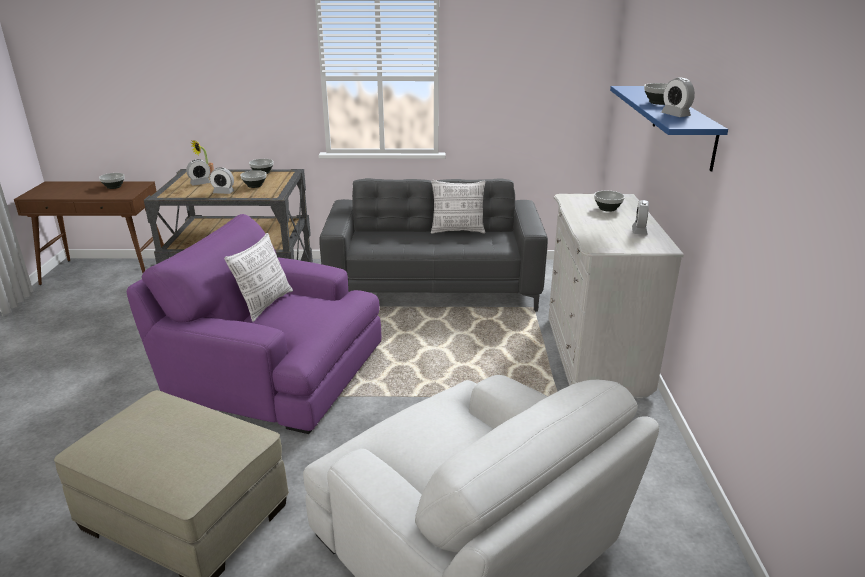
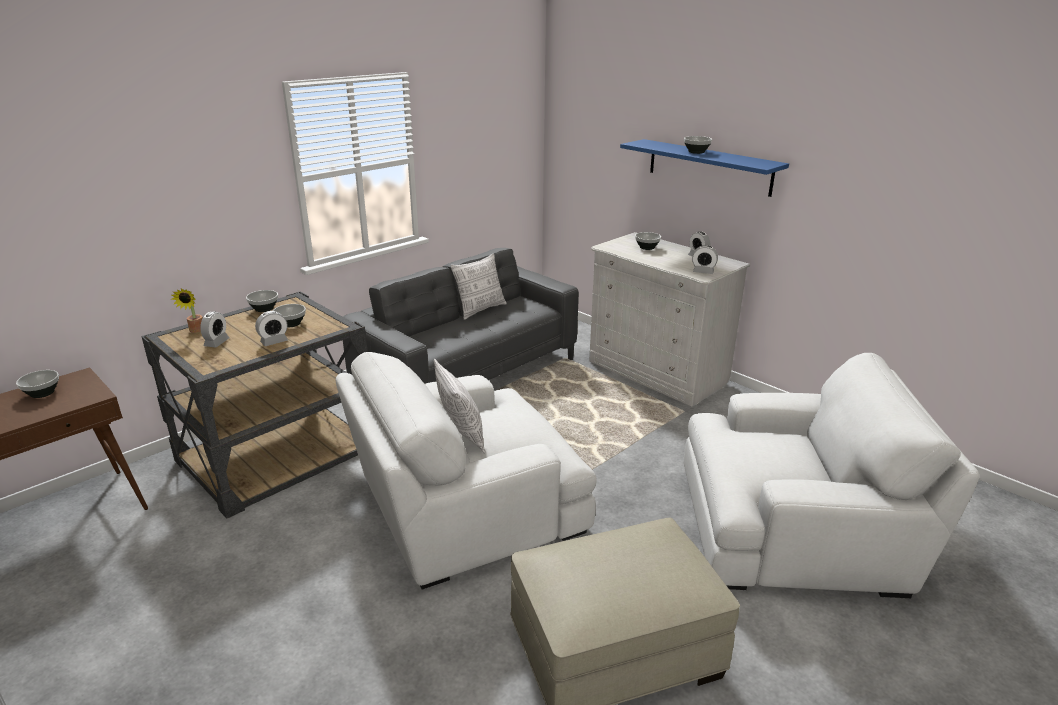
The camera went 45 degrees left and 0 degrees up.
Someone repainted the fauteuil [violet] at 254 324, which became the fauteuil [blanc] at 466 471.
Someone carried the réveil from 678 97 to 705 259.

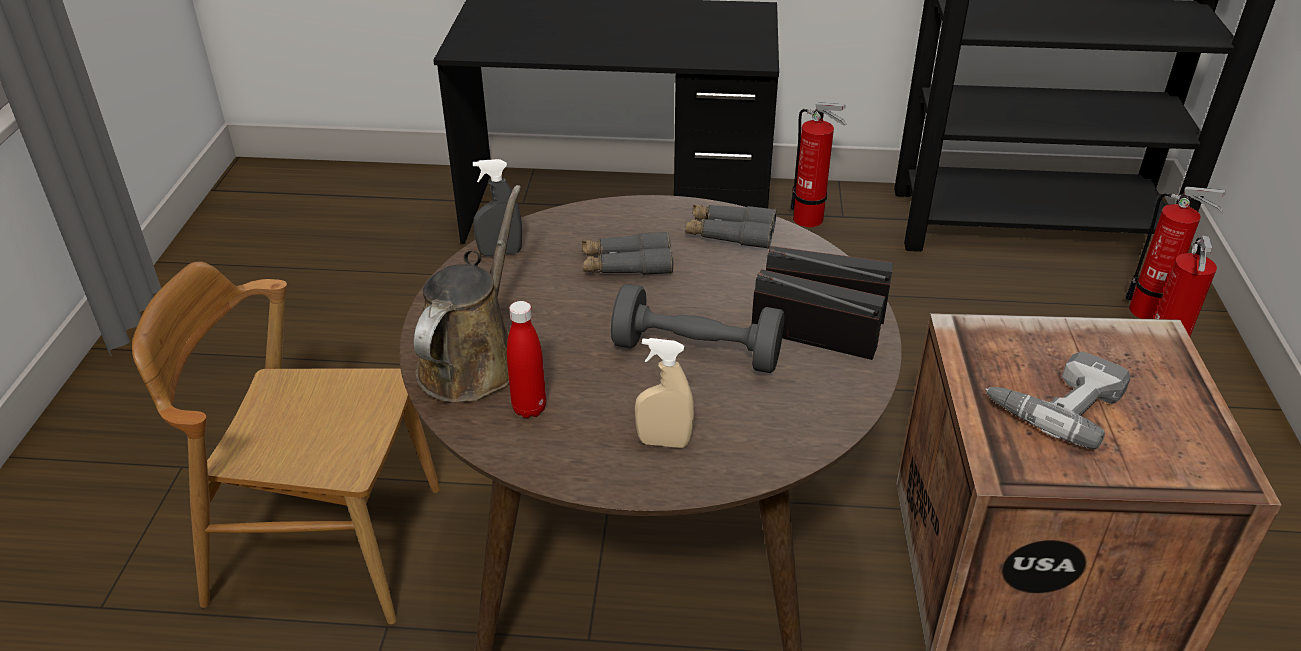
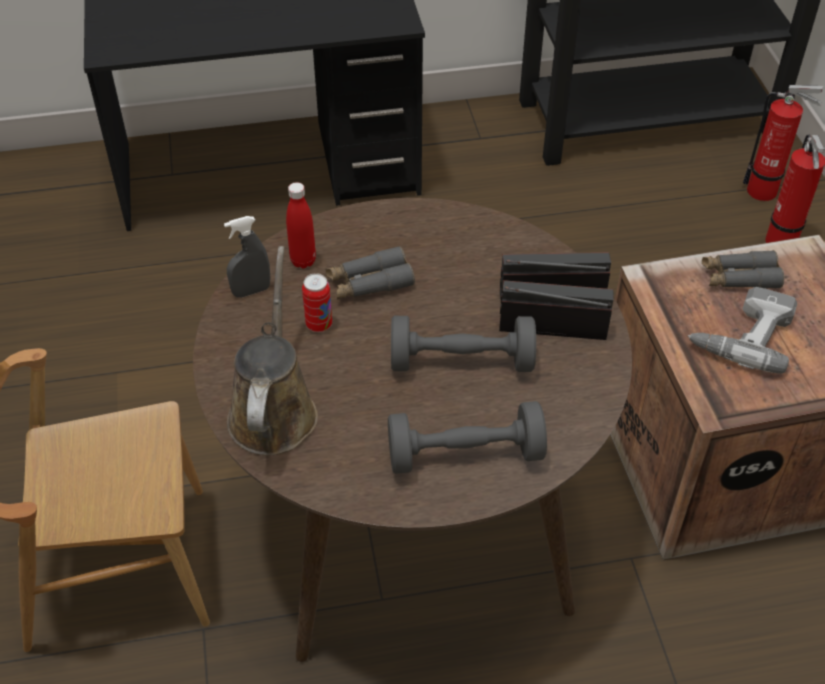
The camera went 15 degrees left and 10 degrees up.
Someone carried the bouteille [rouge] from 526 359 to 301 225.
Someone swapped the vaporisateur [beige] at 664 393 for the haltère [gris] at 467 437.
Someone carried the jumelles [gris] from 731 227 to 743 269.
Someone took away the extincteur at 818 164.
Someone put down the boîte métallique at 317 302.

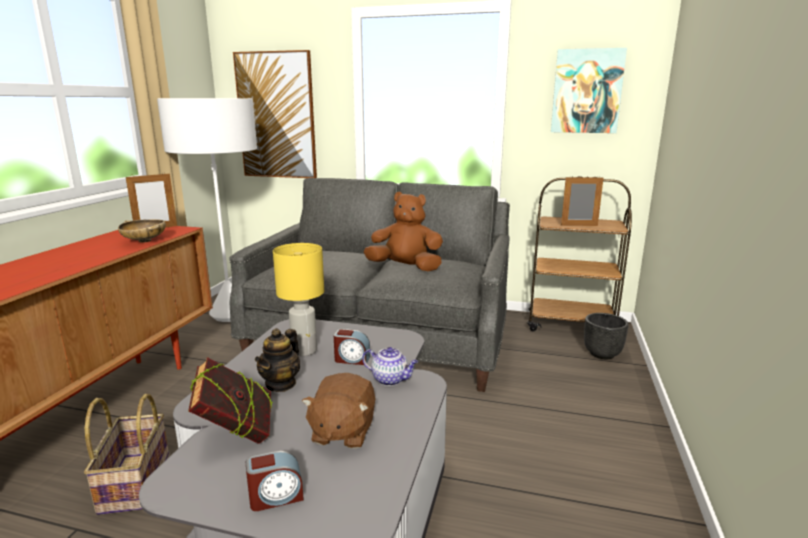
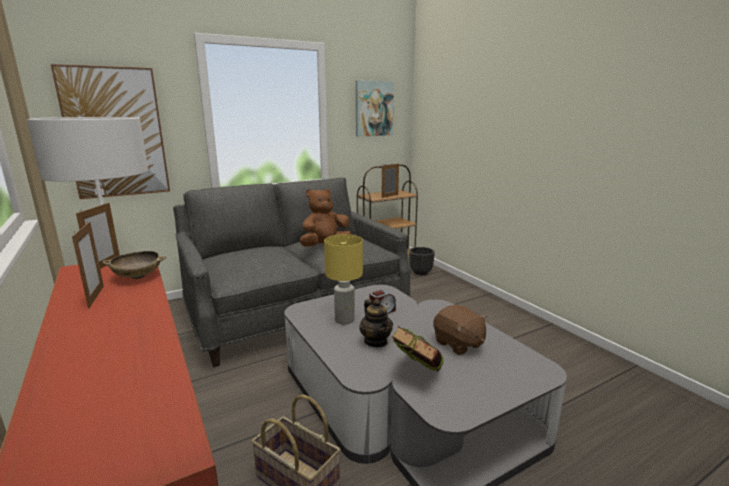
The camera went 45 degrees left and 0 degrees up.
Someone took away the réveil at 275 481.
Someone took away the théière at 390 366.
Someone put down the cadre photo at 88 265.

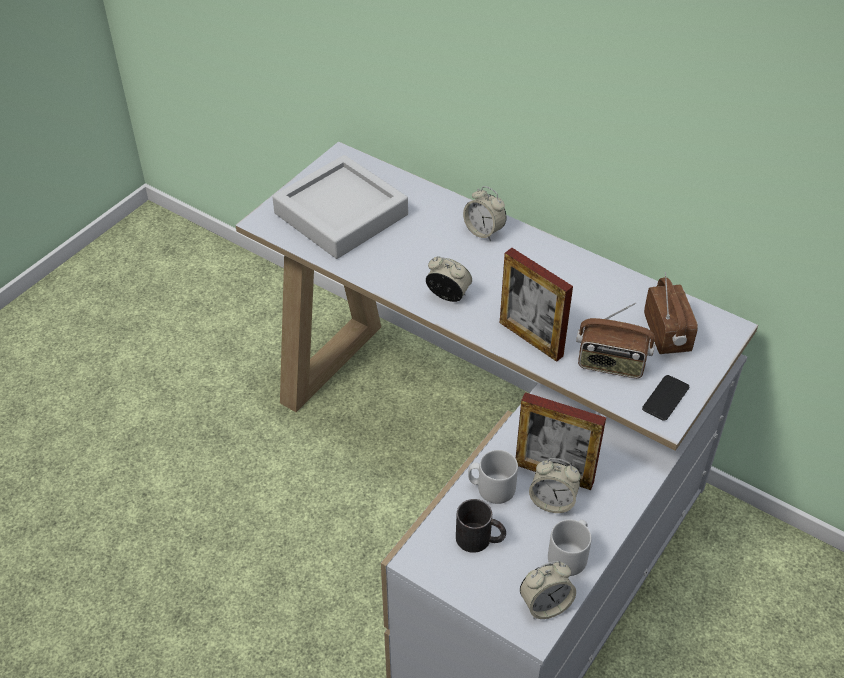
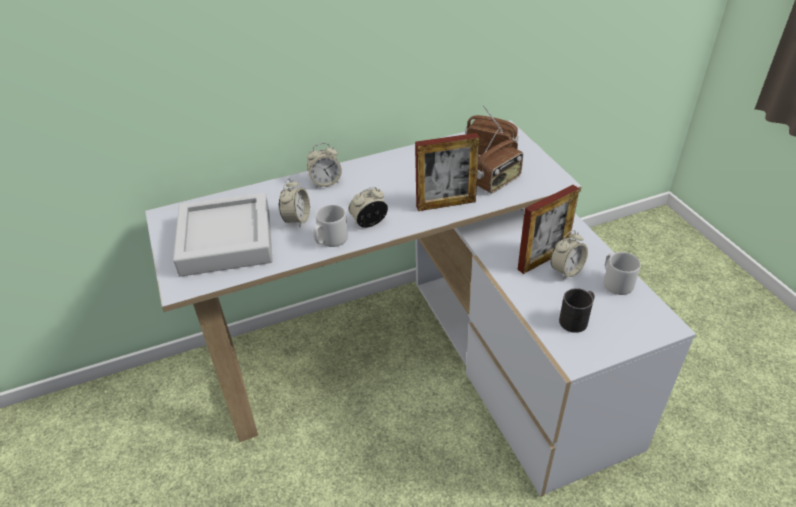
The camera went 55 degrees left and 5 degrees down.
Someone carried the mug [gris] from 493 477 to 330 226.
Someone carried the réveil from 548 590 to 294 203.
Someone took away the téléphone at 665 398.

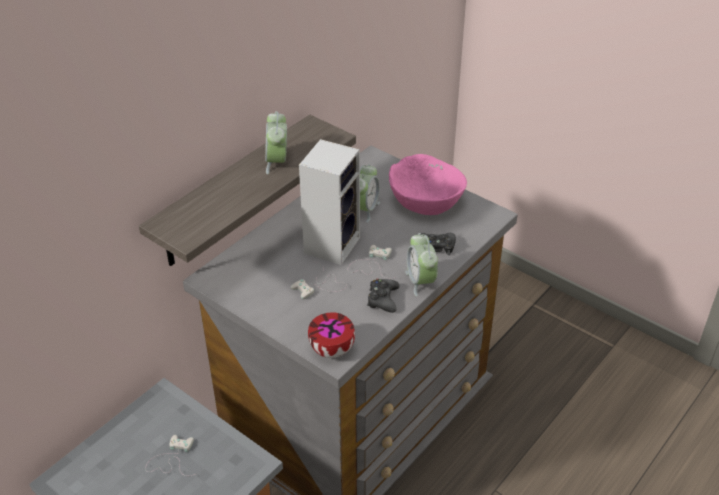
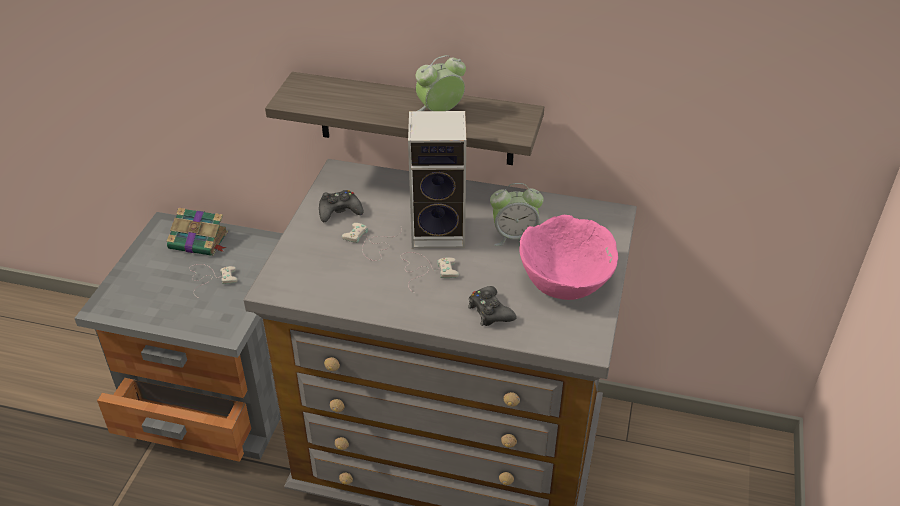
The camera went 65 degrees right and 0 degrees up.
Someone took away the bol at 331 335.
Someone carried the manette [noir] from 383 296 to 341 206.
Someone took away the réveil at 421 265.
Someone put down the livre at 197 231.

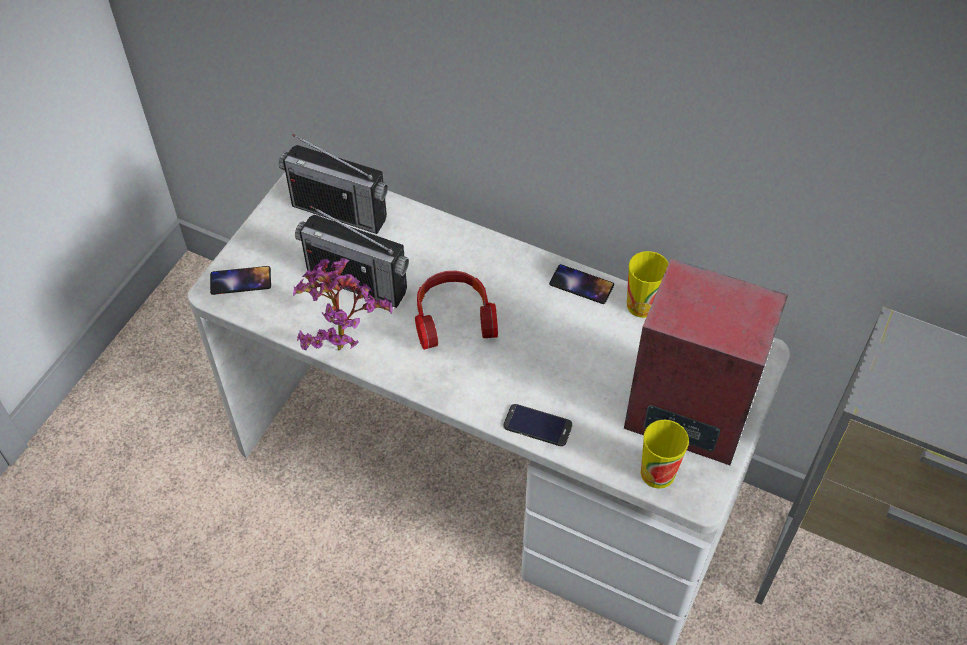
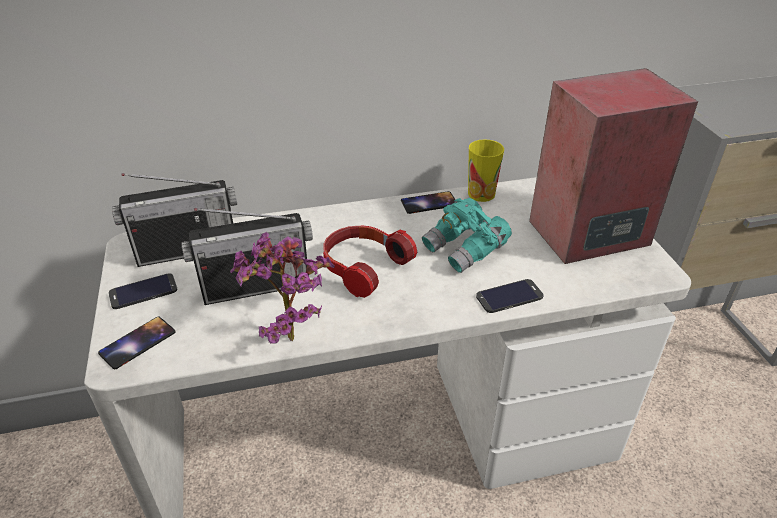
The camera went 40 degrees left and 15 degrees down.
Someone took away the tasse at 665 454.
Someone put down the téléphone at 143 291.
Someone put down the jumelles [turquoise] at 467 235.

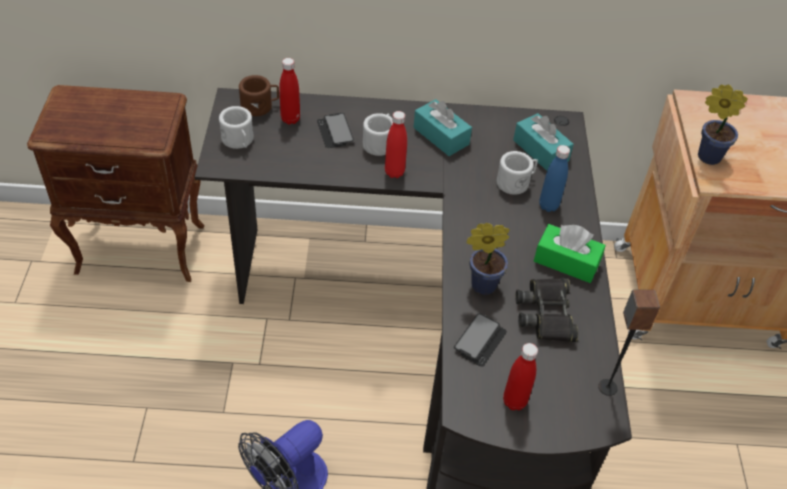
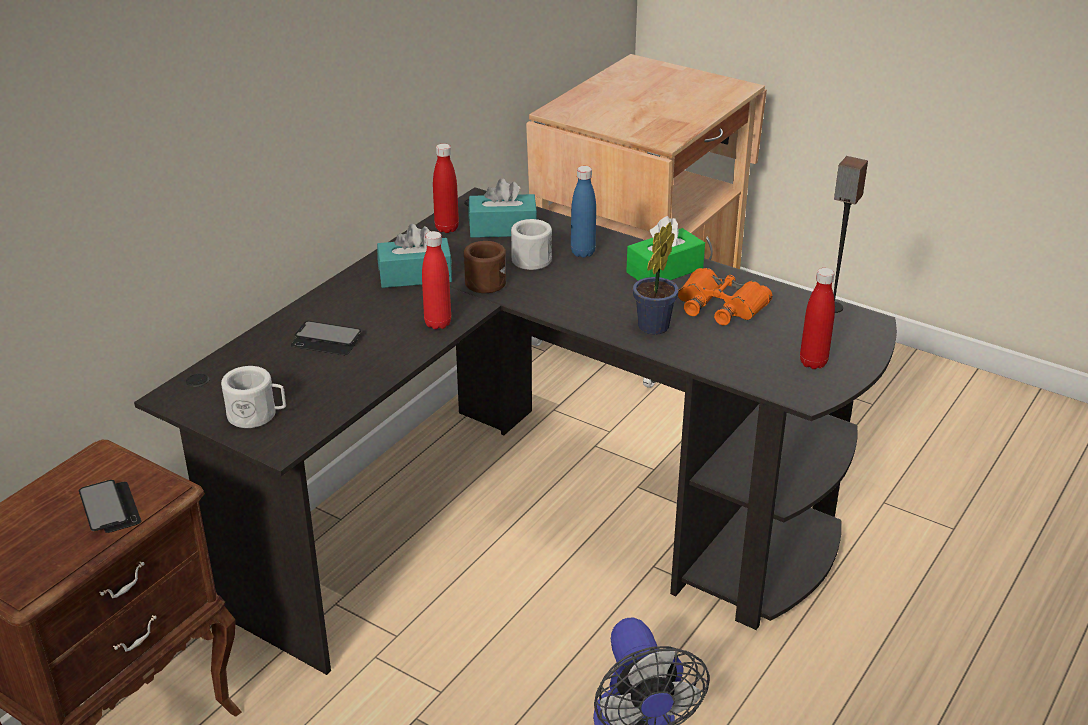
The camera went 55 degrees left and 15 degrees down.
Someone carried the mug [marron] from 259 95 to 485 267.
Someone carried the bouteille [rouge] from 289 91 to 446 188.
Someone took away the mug [blanc] at 378 134.
Someone carried the téléphone from 480 340 to 110 506.
Someone repainted the jumelles [noir] at 546 309, which became the jumelles [orange] at 725 296.
Someone took away the plante en pot at 723 124.

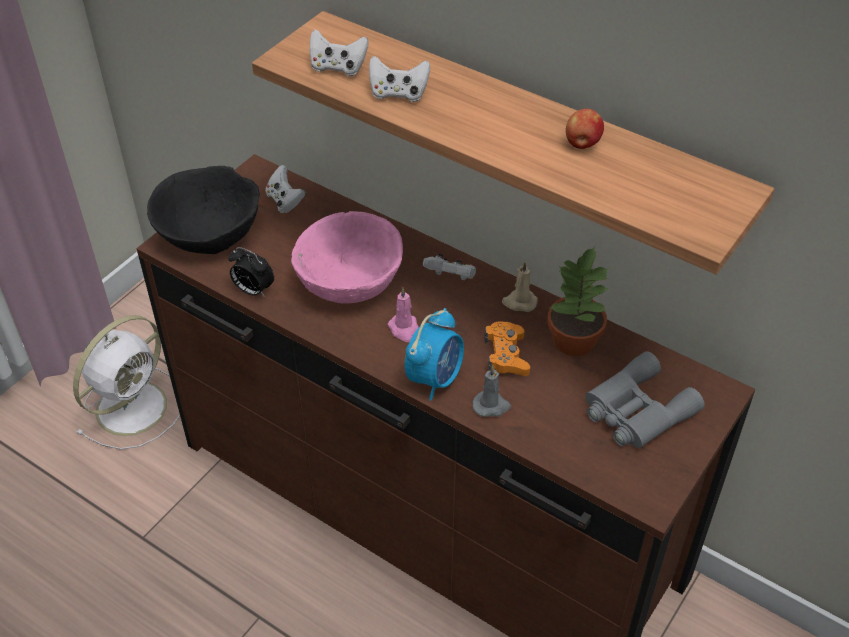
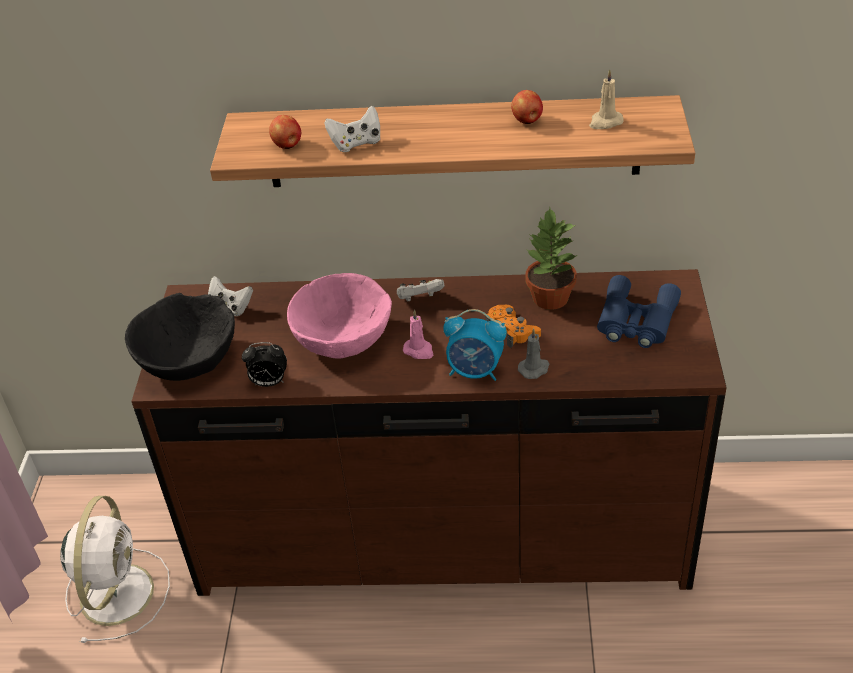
The camera went 30 degrees left and 5 degrees down.
Someone swapped the manette [blanc] at 339 52 for the pomme at 285 132.
Someone rotated the réveil at 434 354 by 105 degrees clockwise.
Someone carried the bougie [beige] from 520 286 to 606 99.
Someone repainted the jumelles [gris] at 645 399, which became the jumelles [bleu] at 639 311.

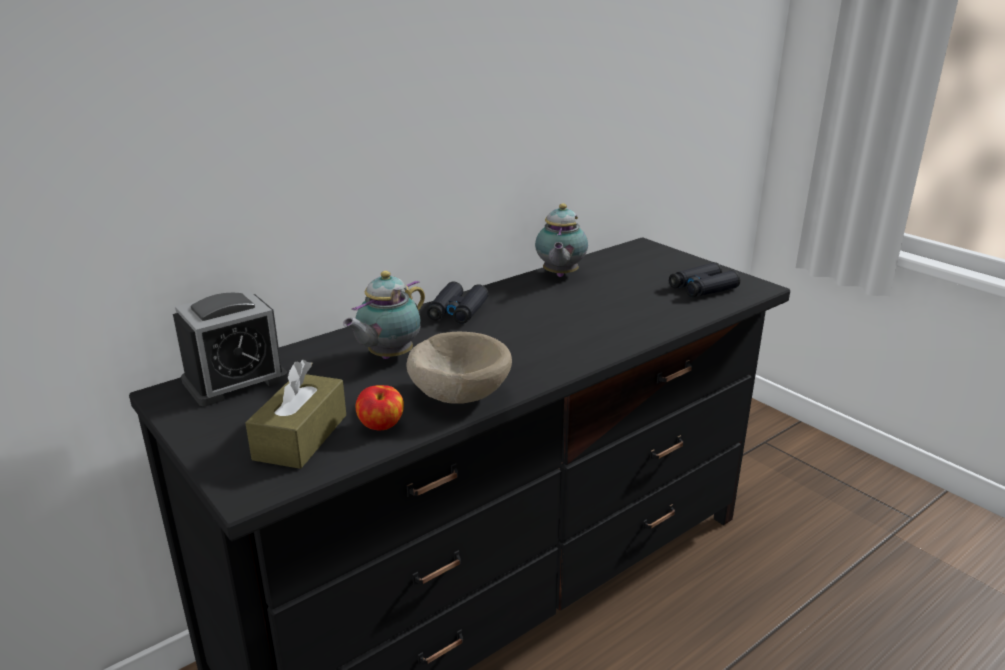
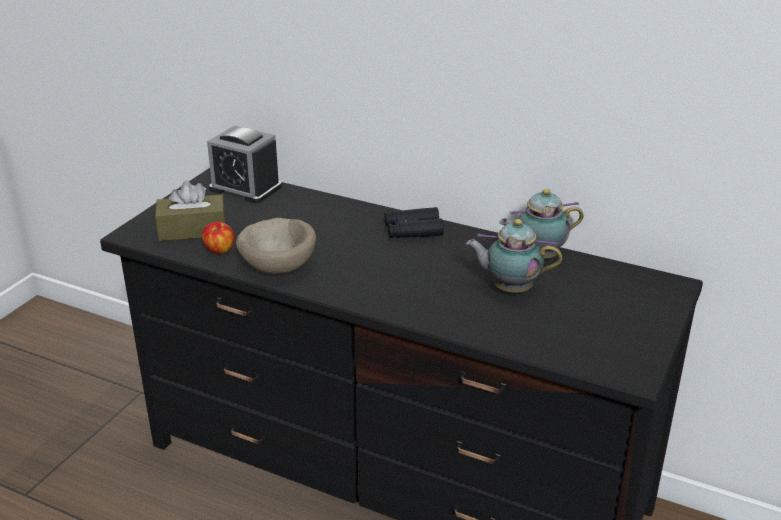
The camera went 65 degrees right and 5 degrees up.
Someone carried the théière from 384 315 to 514 256.
Someone took away the jumelles [noir] at 704 279.

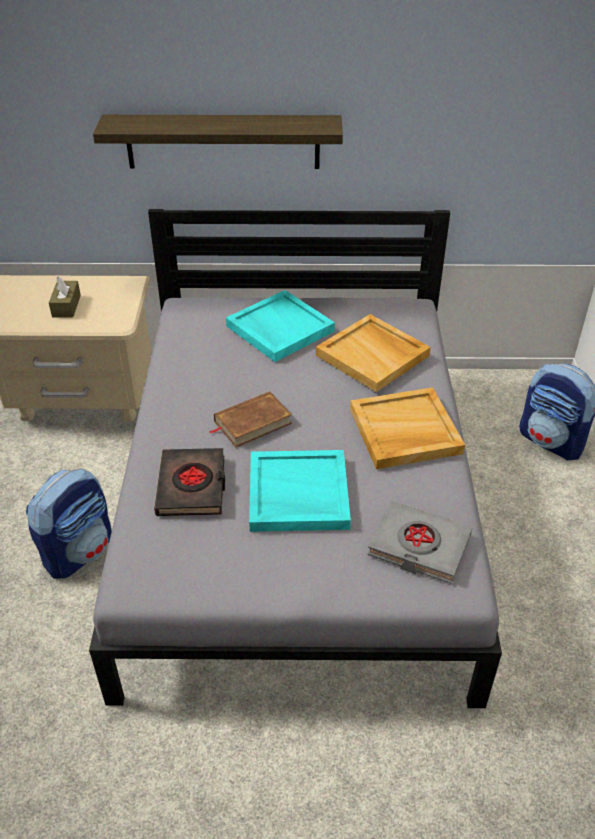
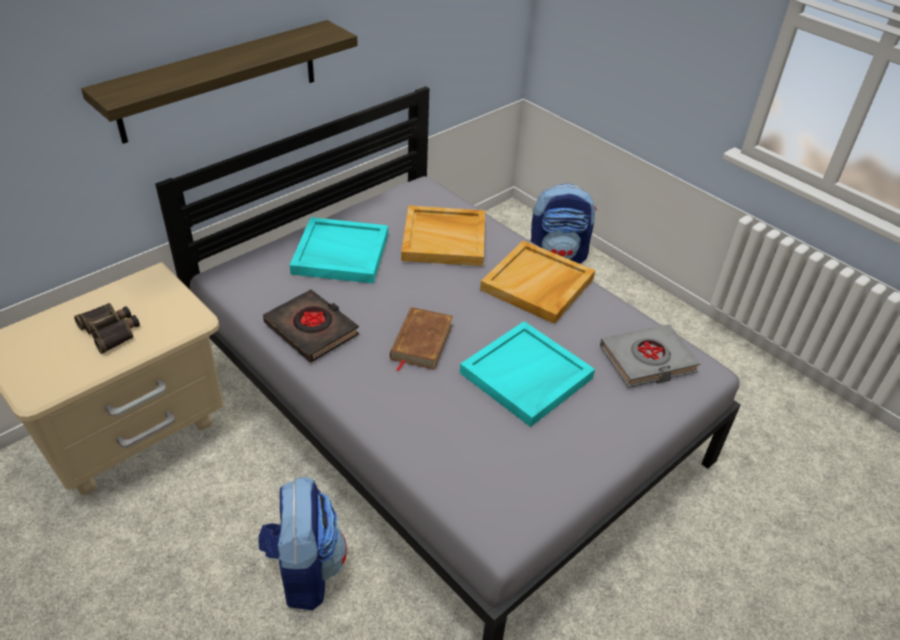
The camera went 45 degrees left and 0 degrees up.
Someone swapped the boîte à mouchoirs [marron] at 65 296 for the jumelles at 107 328.
Someone carried the livre [noir] from 189 482 to 311 326.

